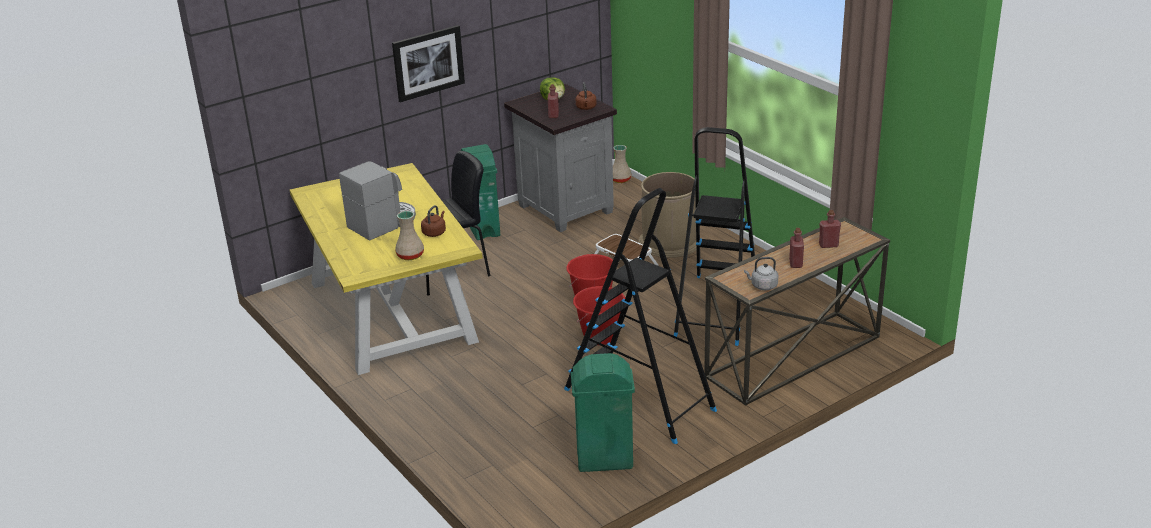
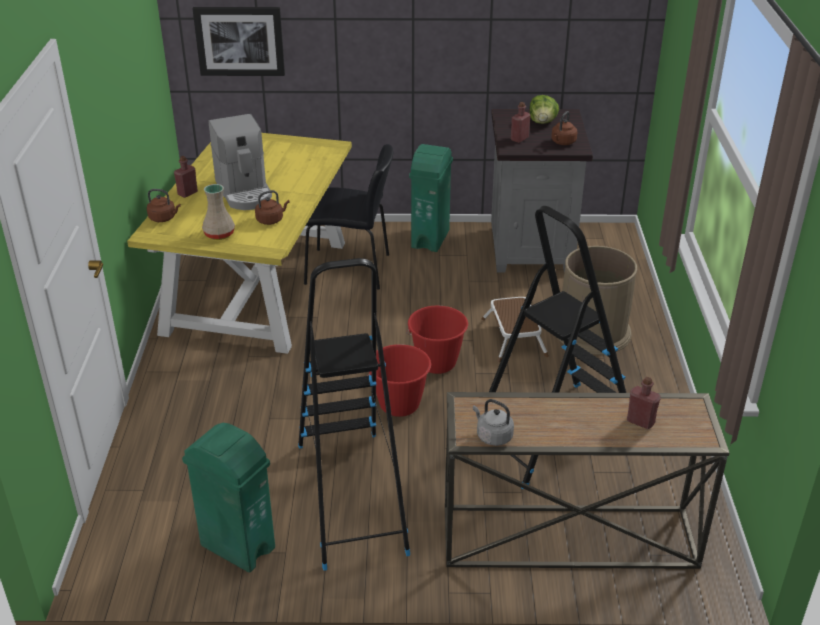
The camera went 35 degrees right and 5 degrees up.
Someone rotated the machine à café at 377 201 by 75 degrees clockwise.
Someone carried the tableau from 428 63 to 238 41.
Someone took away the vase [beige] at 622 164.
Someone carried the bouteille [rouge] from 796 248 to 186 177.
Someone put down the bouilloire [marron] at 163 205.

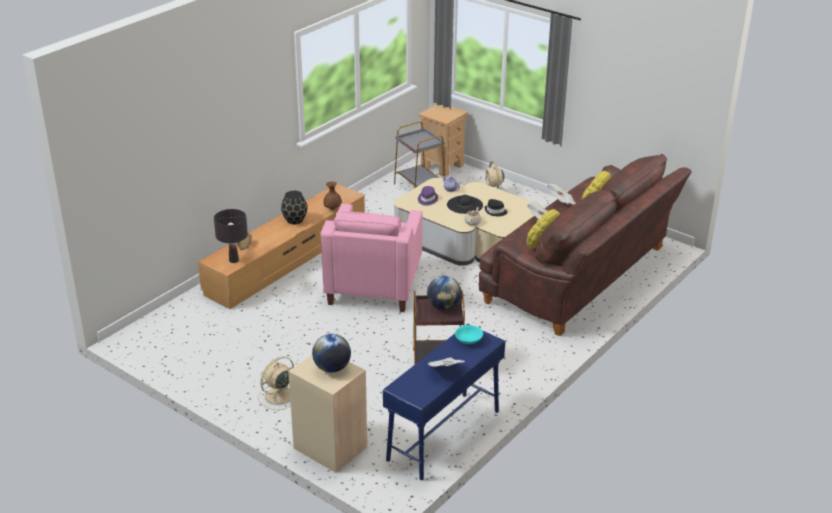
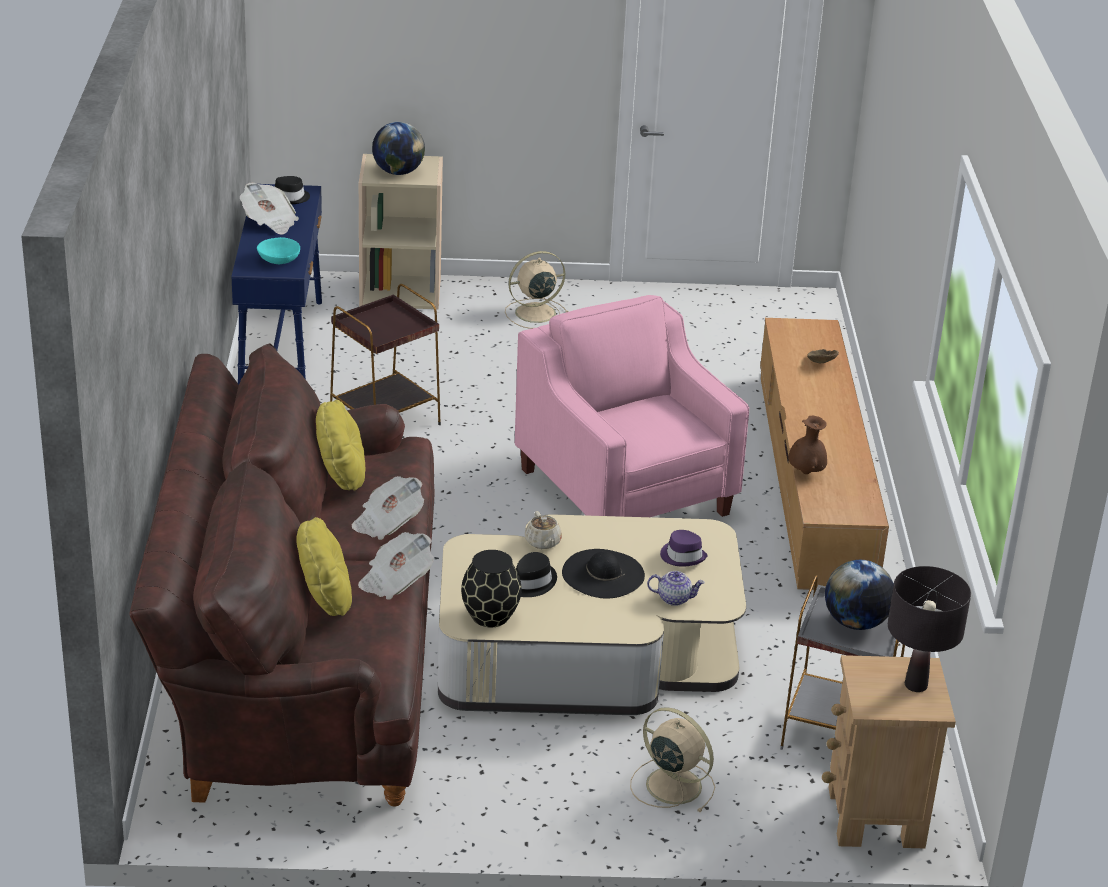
The camera went 140 degrees right and 0 degrees up.
Someone carried the lampe de table [noir] from 231 236 to 929 629.
Someone rotated the ventilateur [beige] at 276 383 by 120 degrees counterclockwise.
Someone carried the vase [noir] from 294 207 to 491 588.
Someone carried the globe from 444 293 to 859 595.
Someone put down the chapeau [noir] at 292 190.

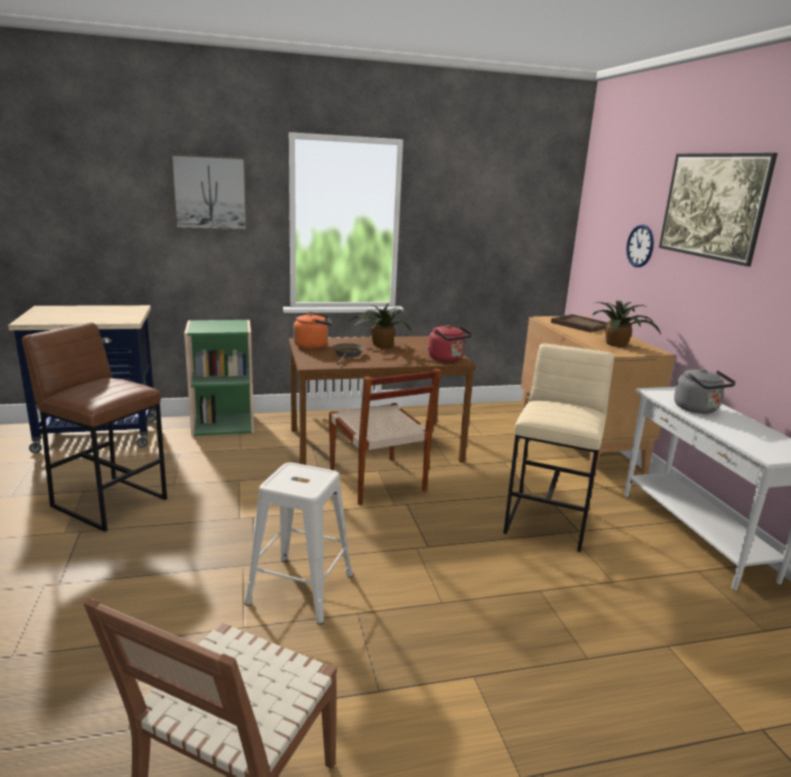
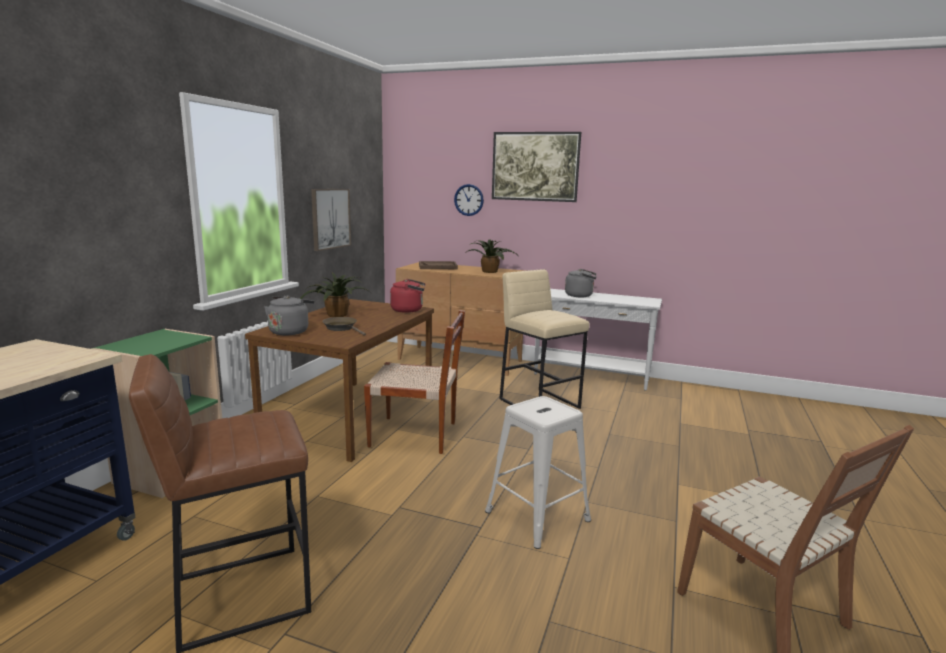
The camera went 55 degrees left and 5 degrees down.
Someone carried the tableau from 208 192 to 331 220.
Someone repainted the bouilloire [orange] at 312 330, which became the bouilloire [gris] at 289 315.

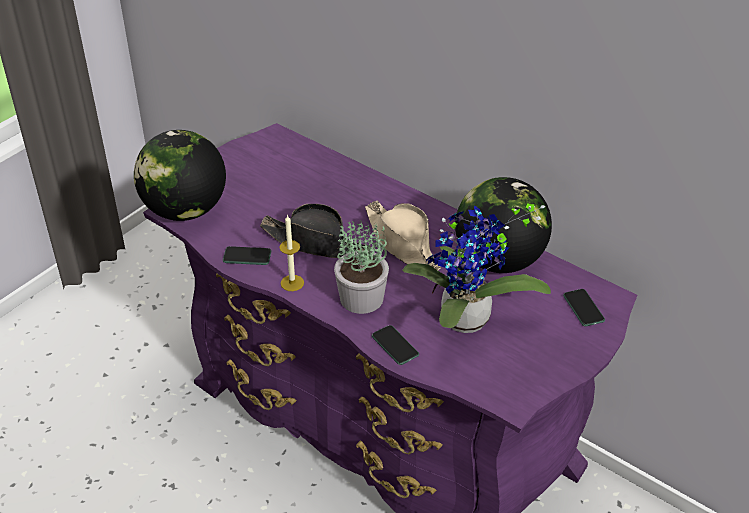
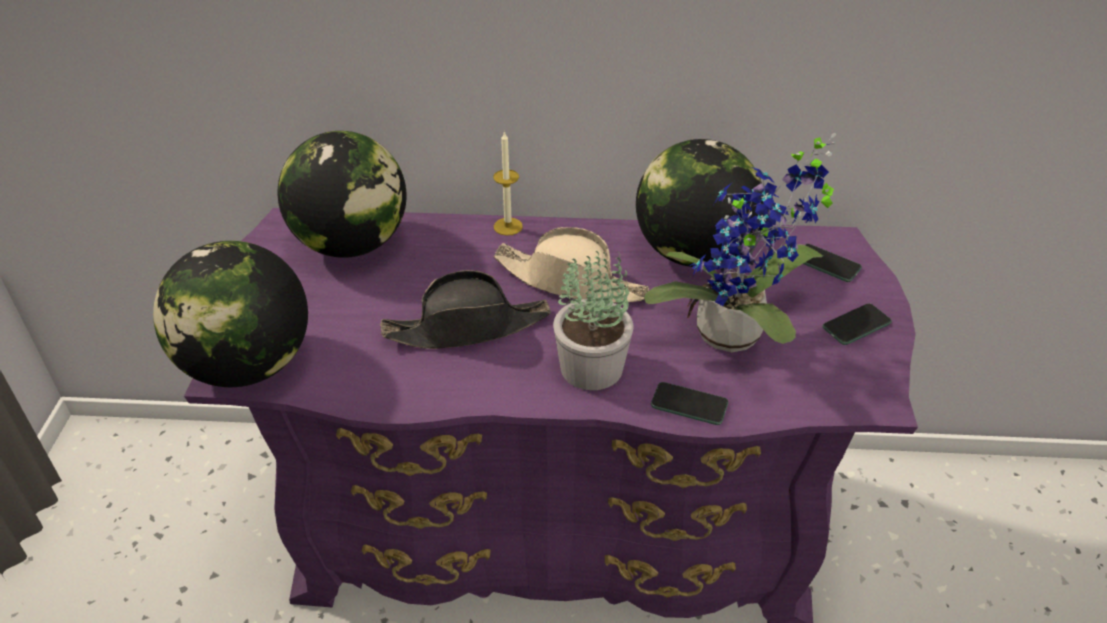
The camera went 35 degrees left and 0 degrees up.
Someone carried the téléphone from 247 255 to 857 324.
Someone carried the bougie from 291 252 to 508 183.
Someone put down the globe at 342 194.

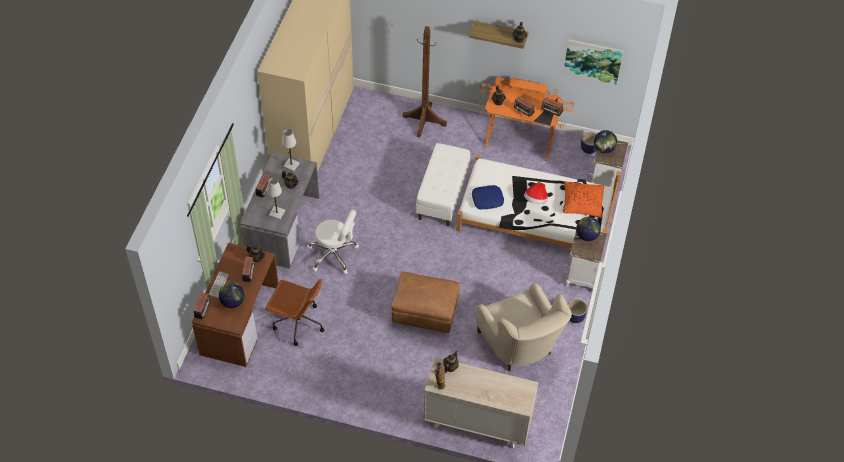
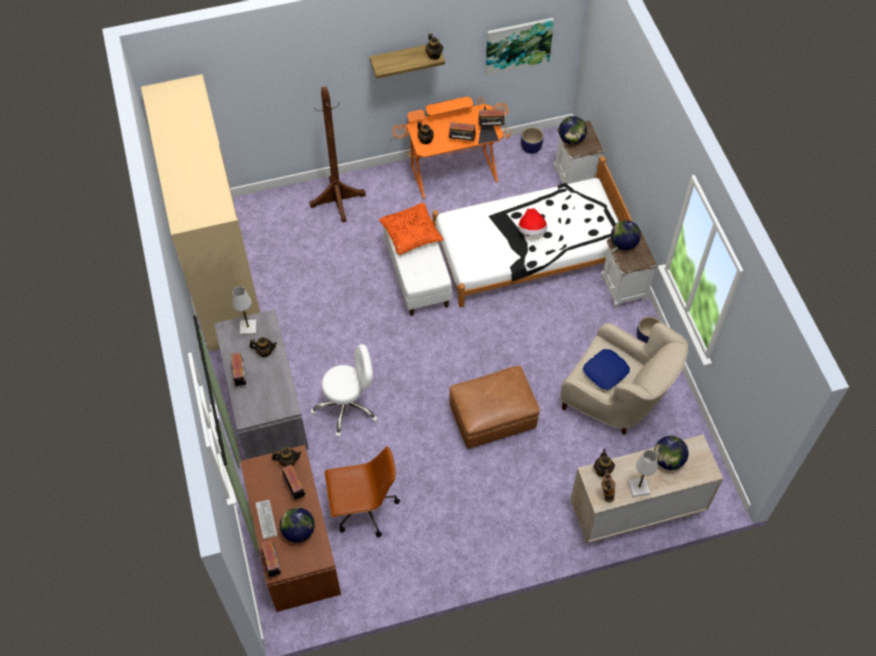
The camera went 30 degrees left and 5 degrees up.
Someone carried the lampe de table [blanc] from 276 198 to 643 473.
Someone carried the coussin [bleu] from 488 197 to 606 369.
Someone carried the coussin [orange] from 583 200 to 411 229.
Someone put down the globe at 671 453.

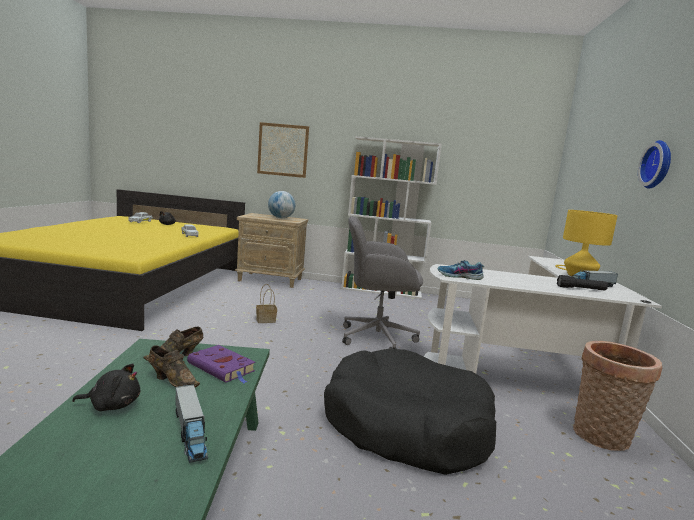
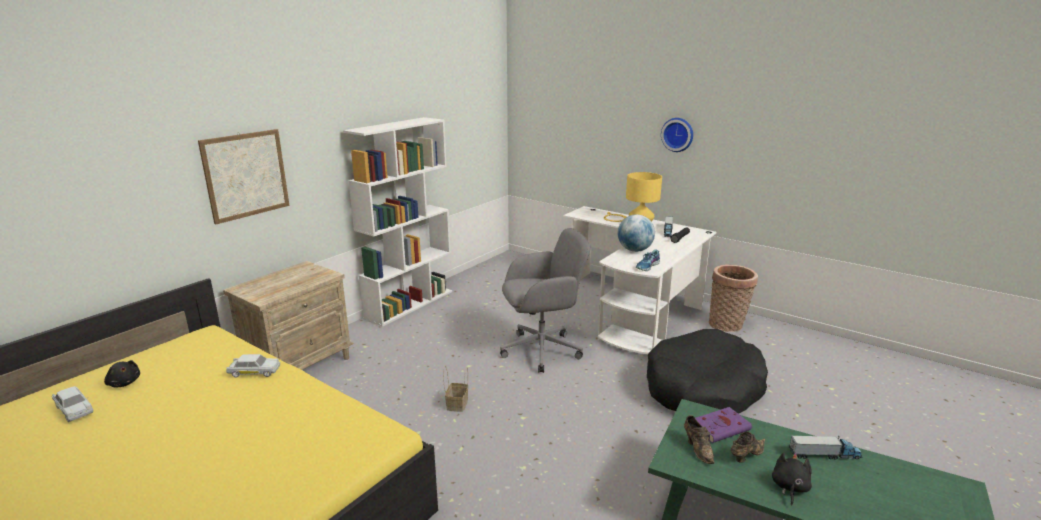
The camera went 60 degrees left and 10 degrees up.
Someone carried the globe from 282 204 to 636 233.
Someone rotated the chaise de bureau [gris] at 382 282 by 135 degrees counterclockwise.

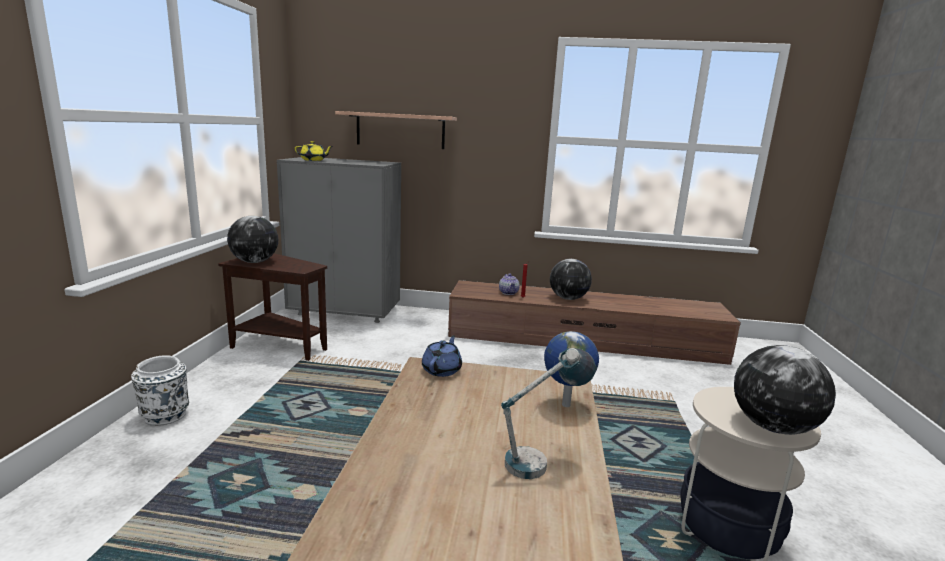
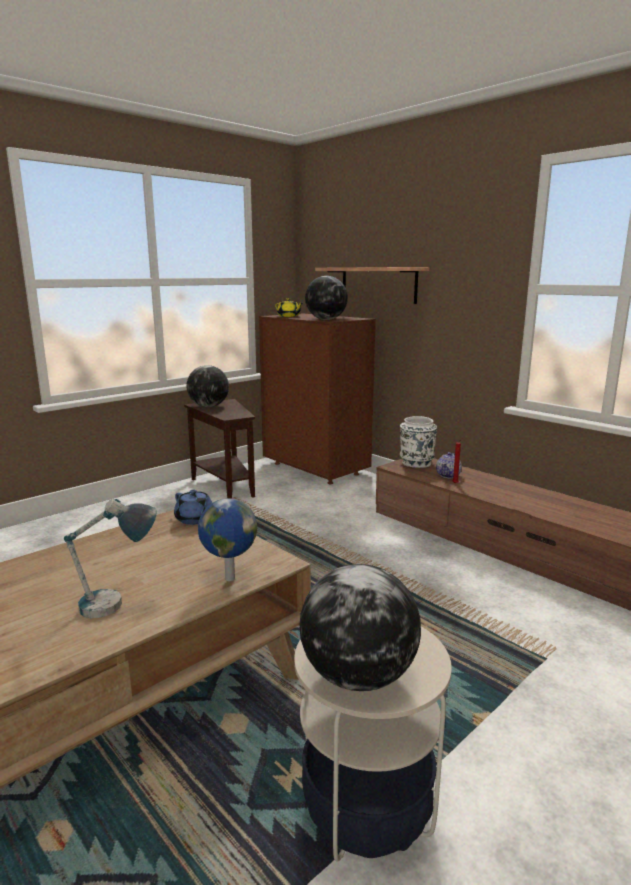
The camera went 40 degrees right and 0 degrees up.
Someone carried the vase [blanc] from 160 390 to 418 442.
Someone repainted the meuble de rangement [gris] at 339 240, which became the meuble de rangement [marron] at 317 398.
Someone rotated the théière [bleu] at 442 356 by 75 degrees clockwise.
Someone carried the globe from 571 279 to 326 298.

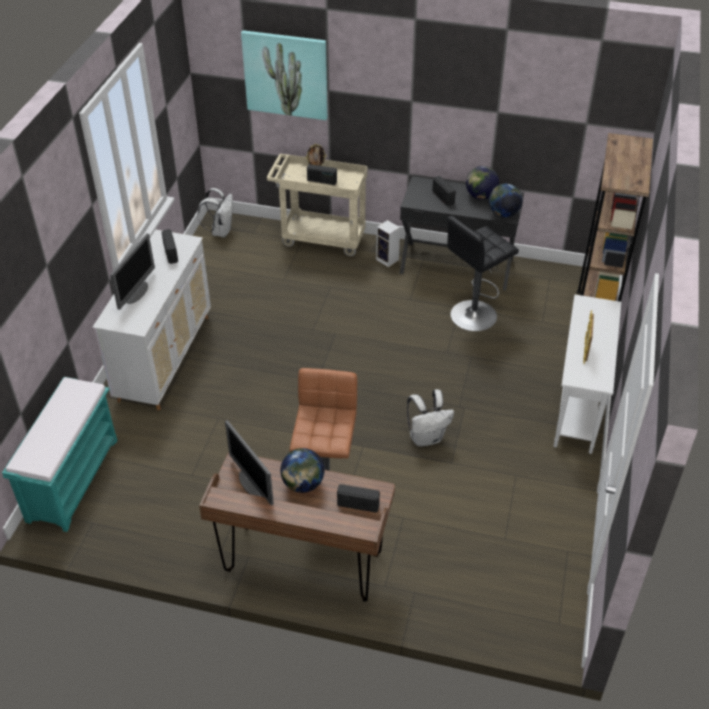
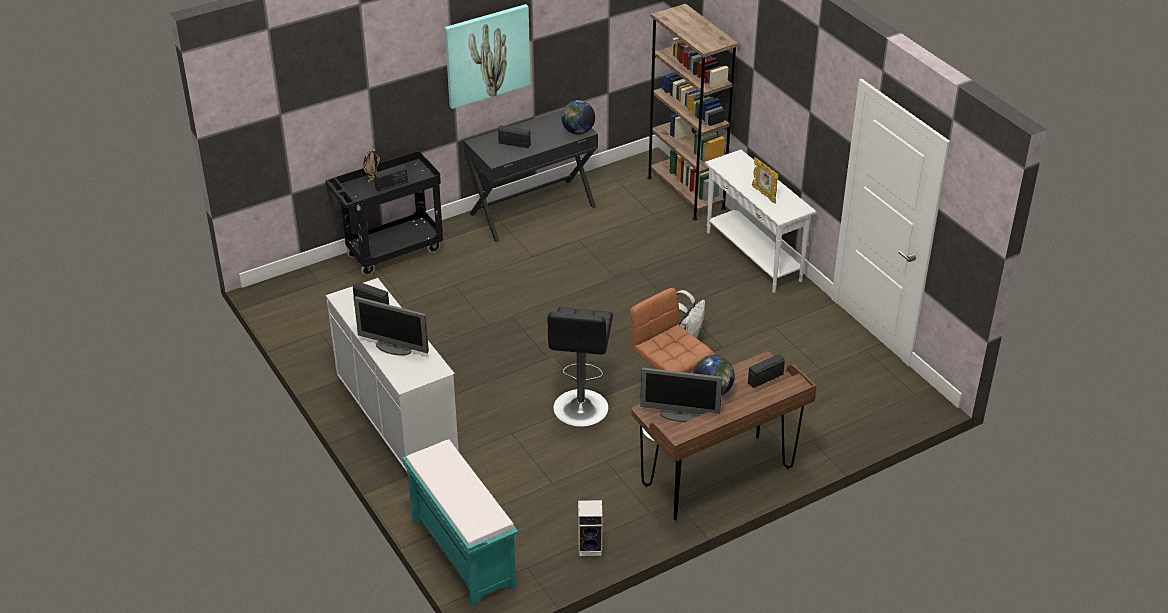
The camera went 45 degrees left and 5 degrees down.
Someone rotated the écran d'ordinateur at 132 271 by 135 degrees clockwise.
Someone took away the sac à dos [blanc] at 215 213.
Someone carried the tableau from 284 75 to 487 56.
Someone repainted the chariot [beige] at 317 205, which became the chariot [noir] at 384 213.
Someone carried the enceinte from 388 243 to 590 528.
Someone carried the tabouret [noir] from 483 273 to 580 367.
Someone took away the globe at 482 183.

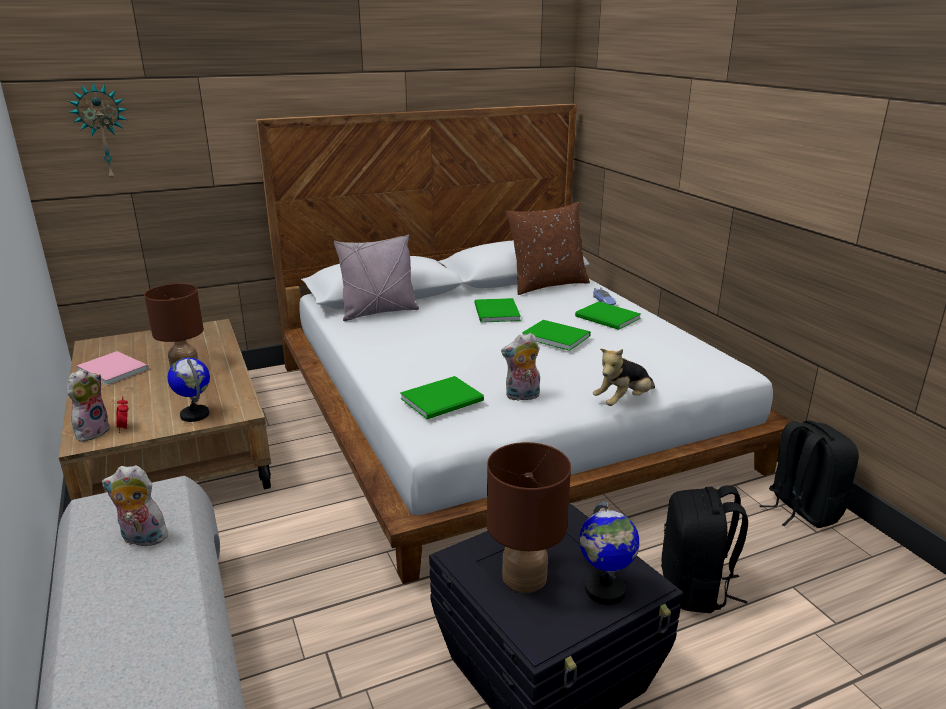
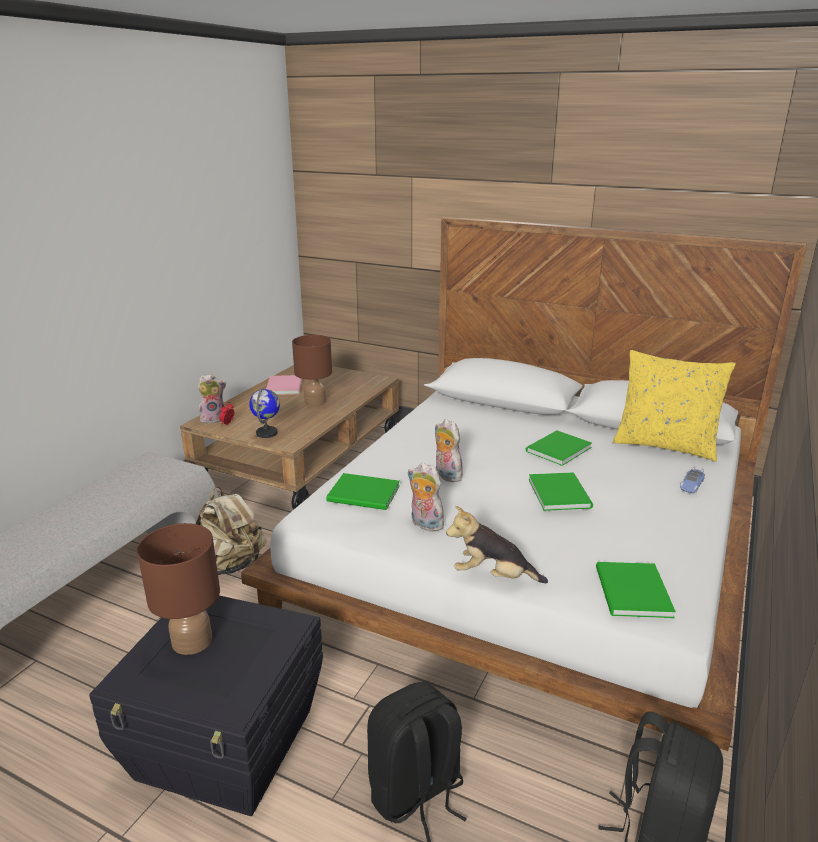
The camera went 50 degrees right and 0 degrees up.
Someone took away the horloge murale at 98 132.
Someone carried the peluche from 135 505 to 449 450.
Someone took away the coussin [violet] at 376 278.
Someone repainted the coussin [marron] at 548 248, which became the coussin [jaune] at 674 406.
Someone carried the livre [vert] from 608 315 to 636 590.
Someone took away the globe at 609 553.
Someone put down the sac à dos [beige] at 231 530.

